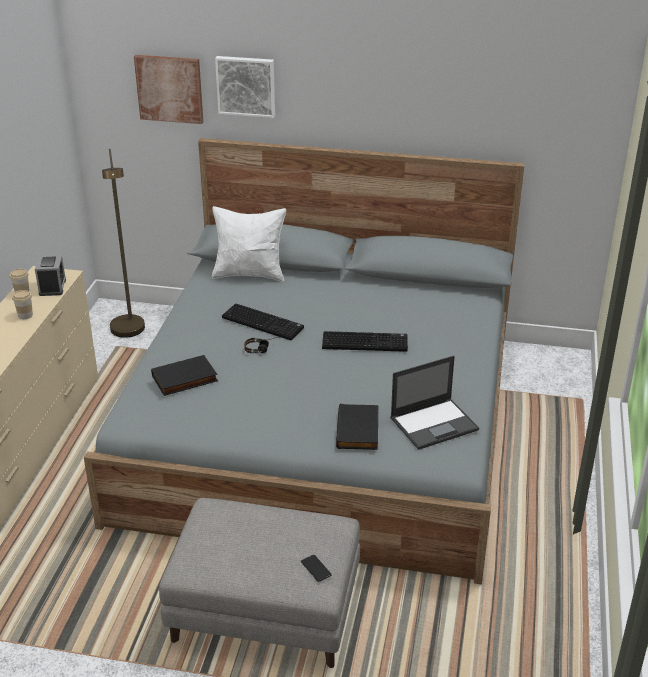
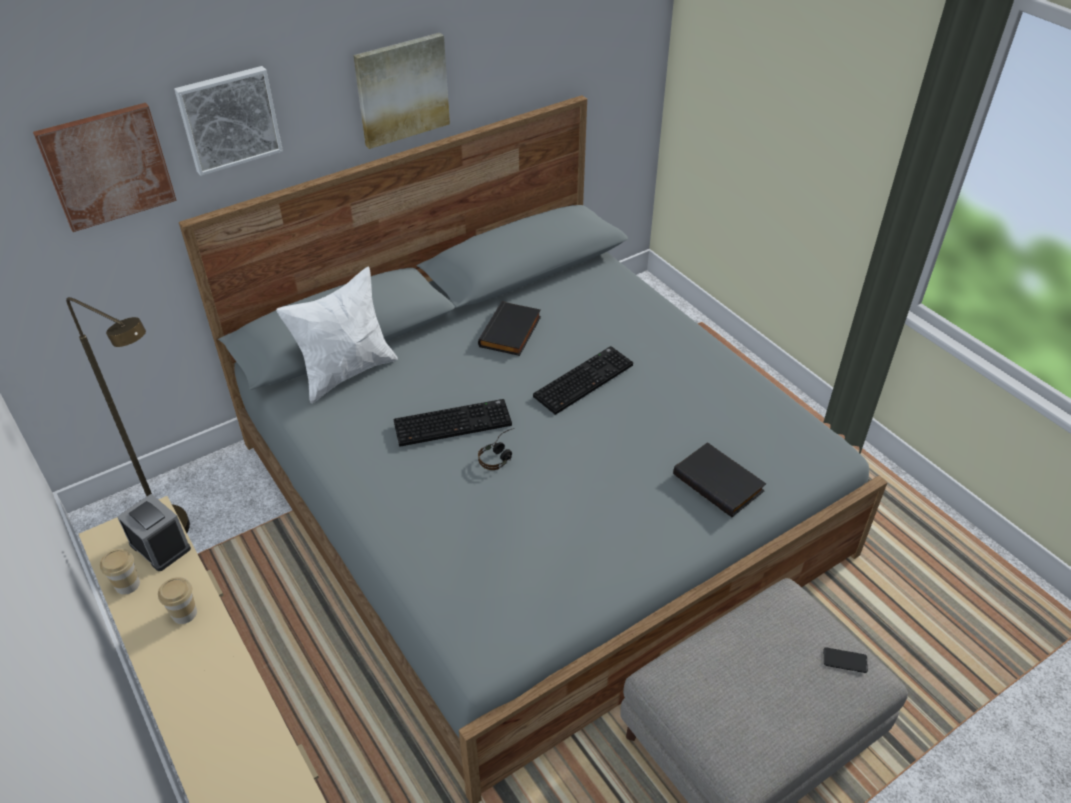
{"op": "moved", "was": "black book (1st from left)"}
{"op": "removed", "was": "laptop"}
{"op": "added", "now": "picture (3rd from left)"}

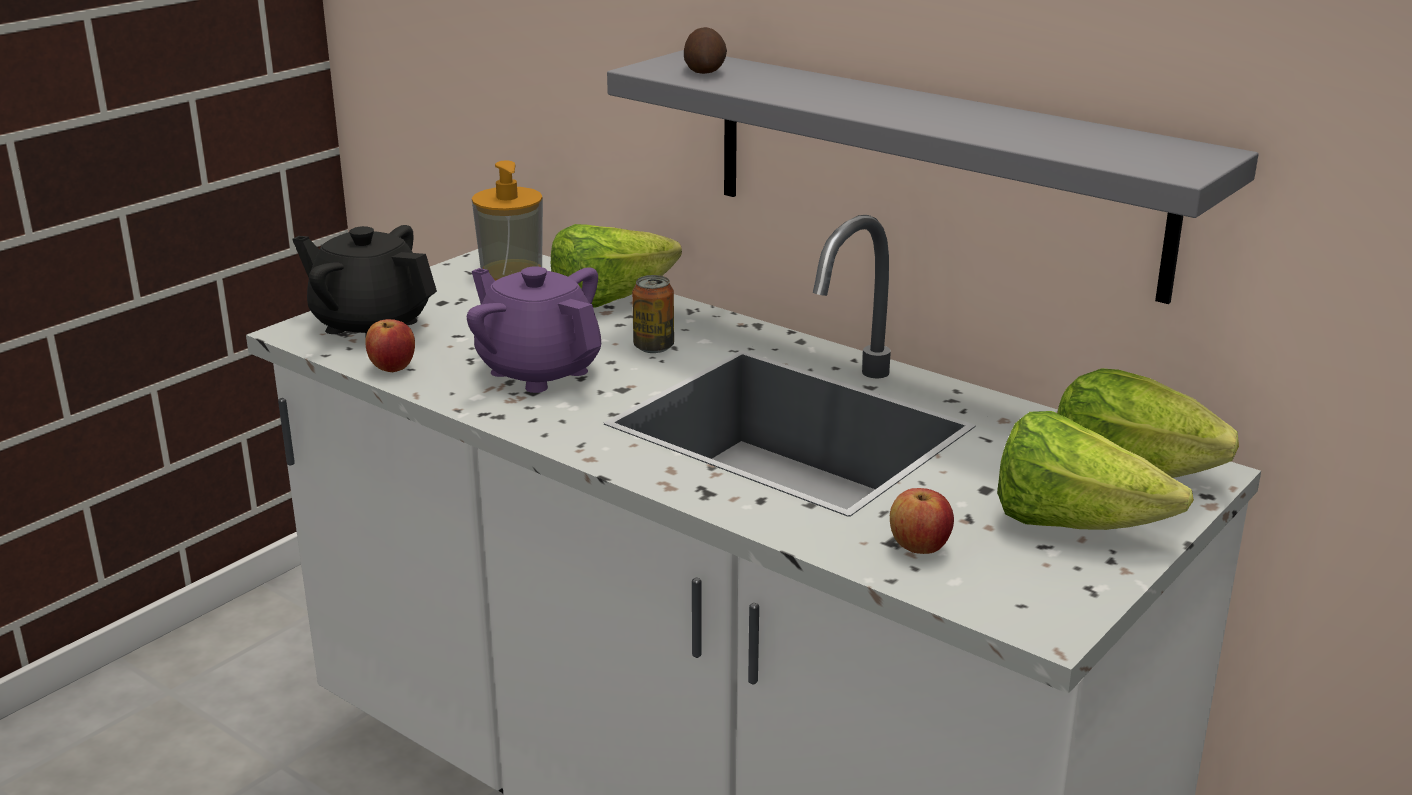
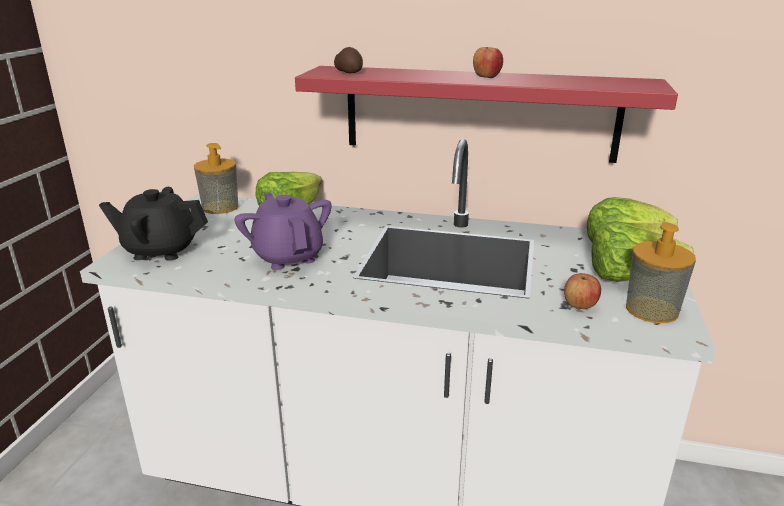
{"op": "moved", "was": "apple (1st from left)"}
{"op": "turned", "was": "purple teapot", "clockwise": 45}
{"op": "recoloured", "was": "grey shelf", "now": "red shelf"}
{"op": "removed", "was": "can"}
{"op": "added", "now": "soap dispenser (2nd from left)"}

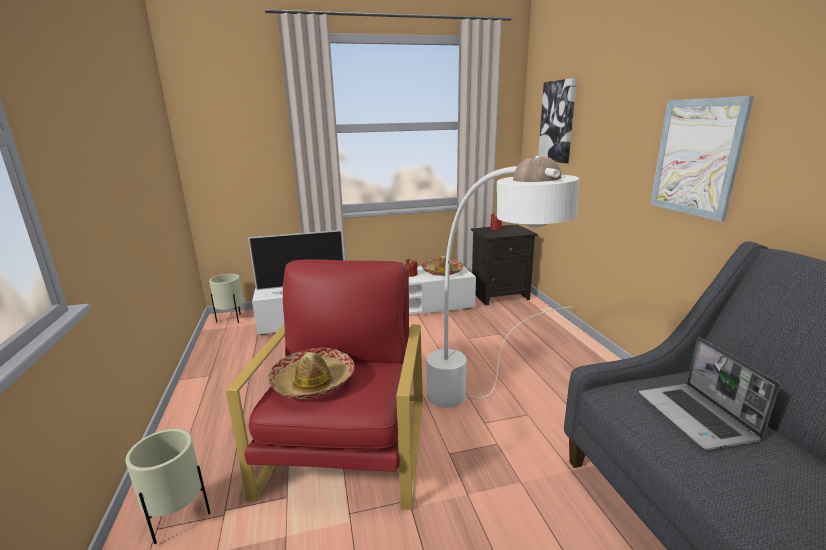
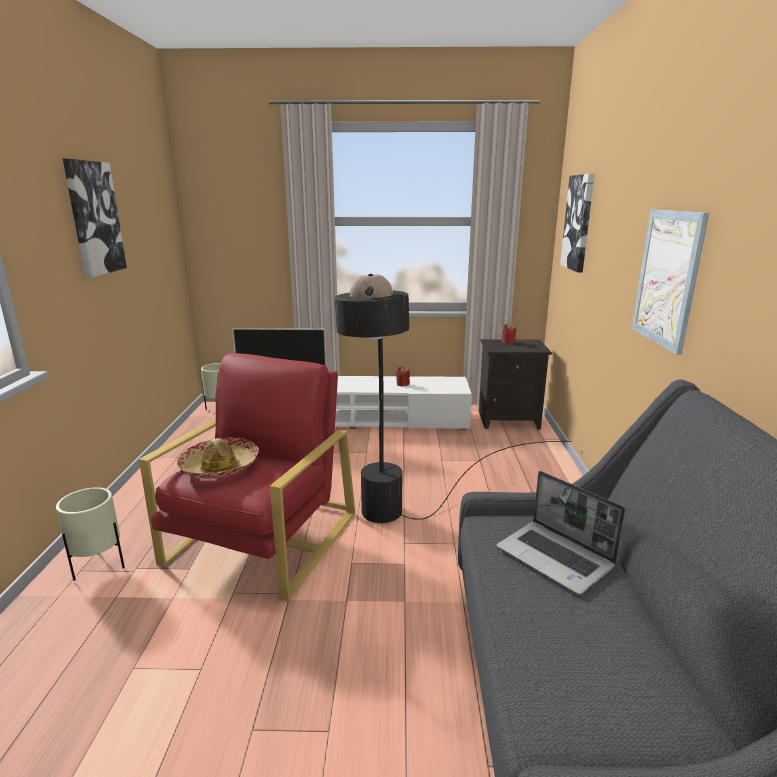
{"op": "removed", "was": "hat (2nd from left)"}
{"op": "recoloured", "was": "white floor lamp", "now": "black floor lamp"}
{"op": "turned", "was": "laptop", "clockwise": -45}
{"op": "added", "now": "picture (1st from left)"}

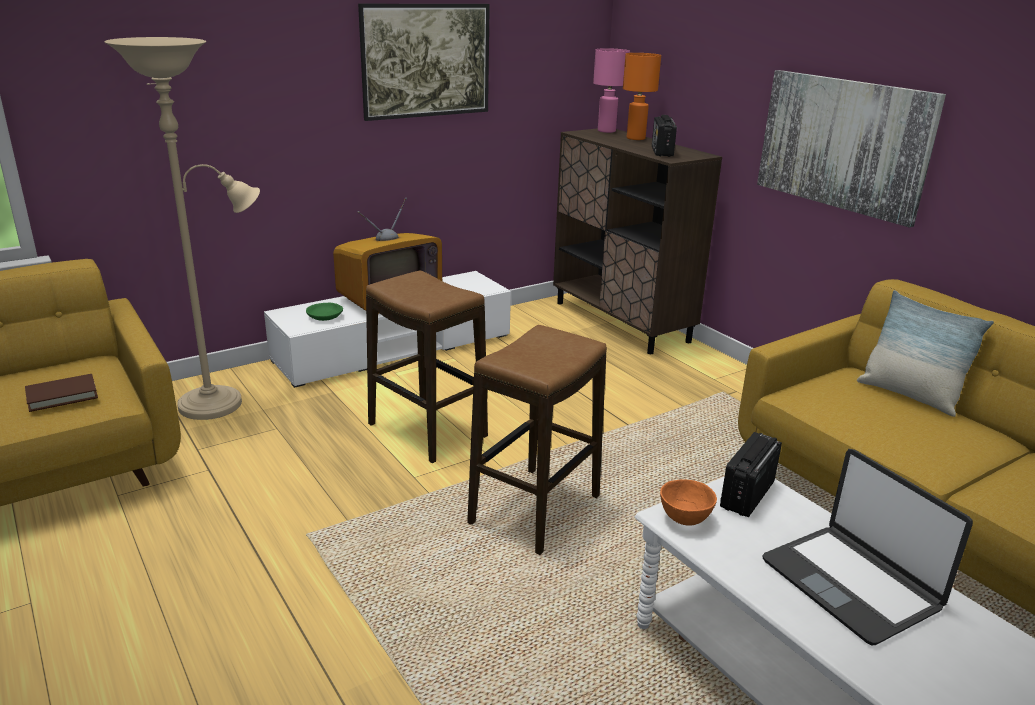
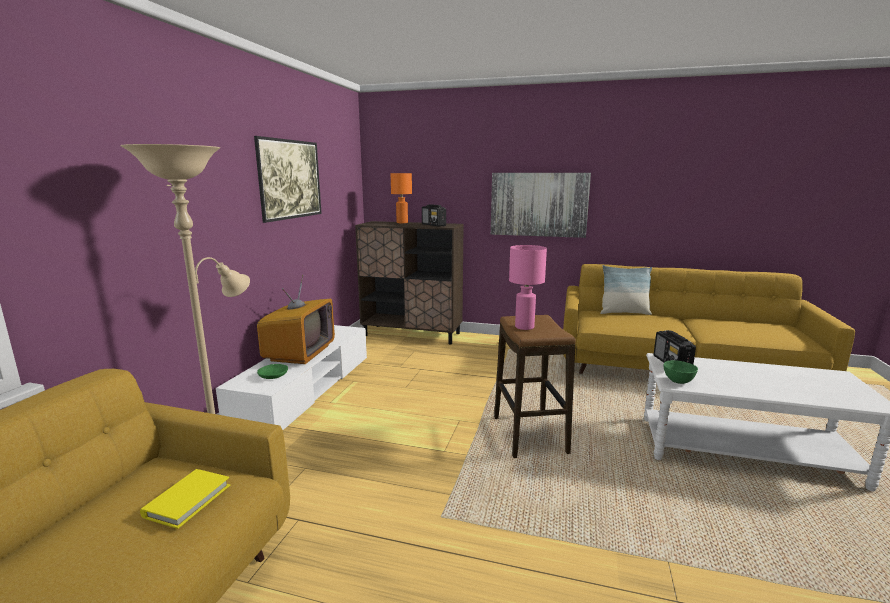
{"op": "recoloured", "was": "brown book", "now": "yellow book"}
{"op": "removed", "was": "stool (1st from left)"}
{"op": "moved", "was": "pink table lamp"}
{"op": "recoloured", "was": "orange bowl", "now": "green bowl (2nd from left)"}
{"op": "removed", "was": "laptop"}

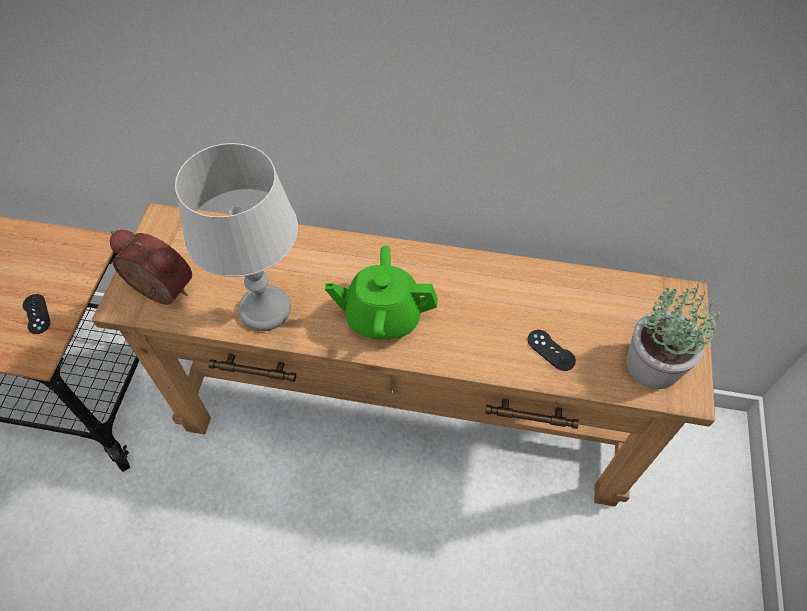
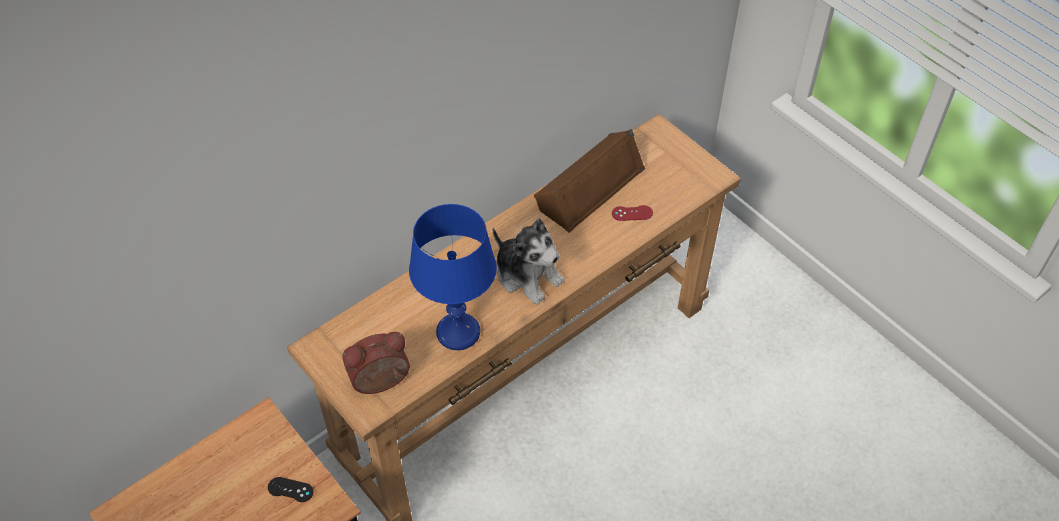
{"op": "recoloured", "was": "grey table lamp", "now": "blue table lamp"}
{"op": "replaced", "was": "green teapot", "now": "plush toy"}
{"op": "recoloured", "was": "black game controller (2nd from left)", "now": "red game controller"}
{"op": "removed", "was": "potted plant"}
{"op": "added", "now": "brown speaker"}

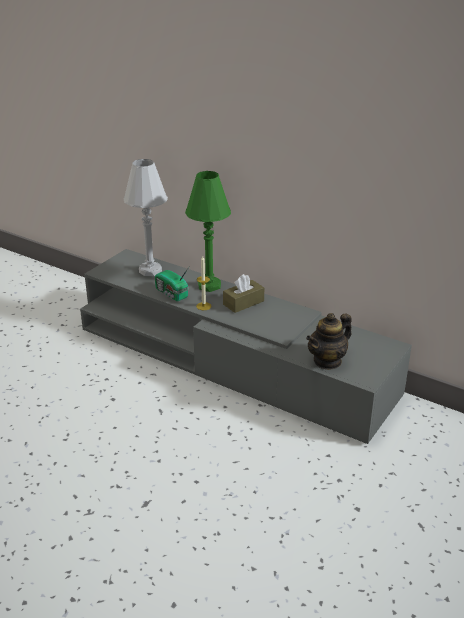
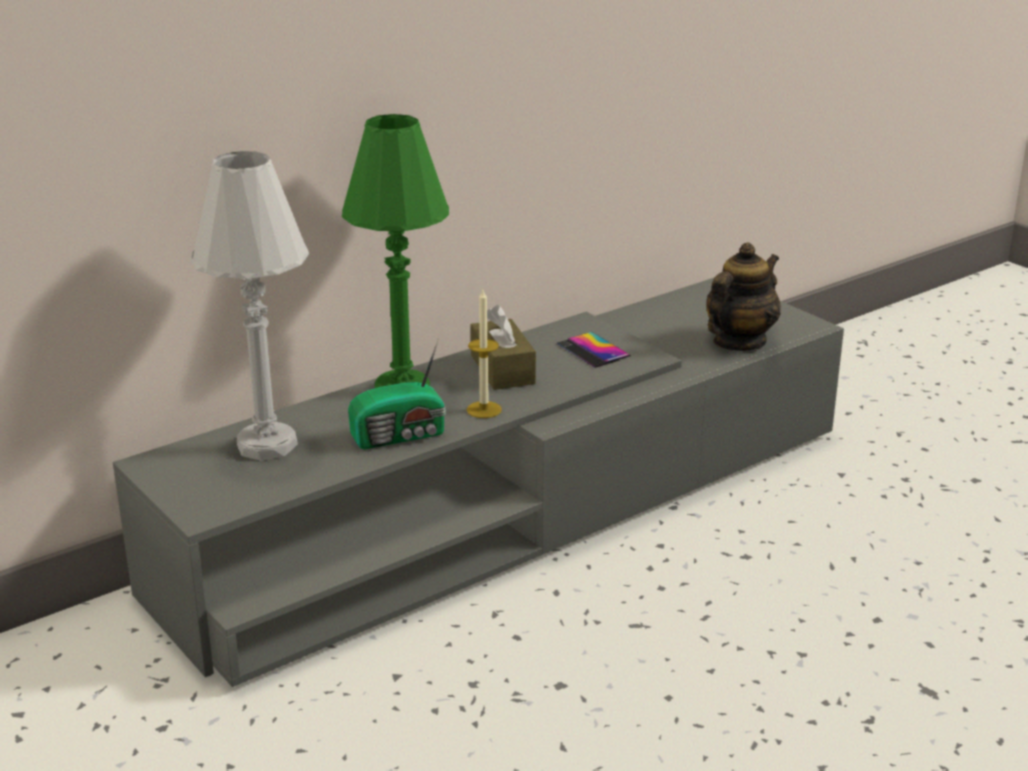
{"op": "turned", "was": "teapot", "clockwise": -120}
{"op": "added", "now": "phone"}

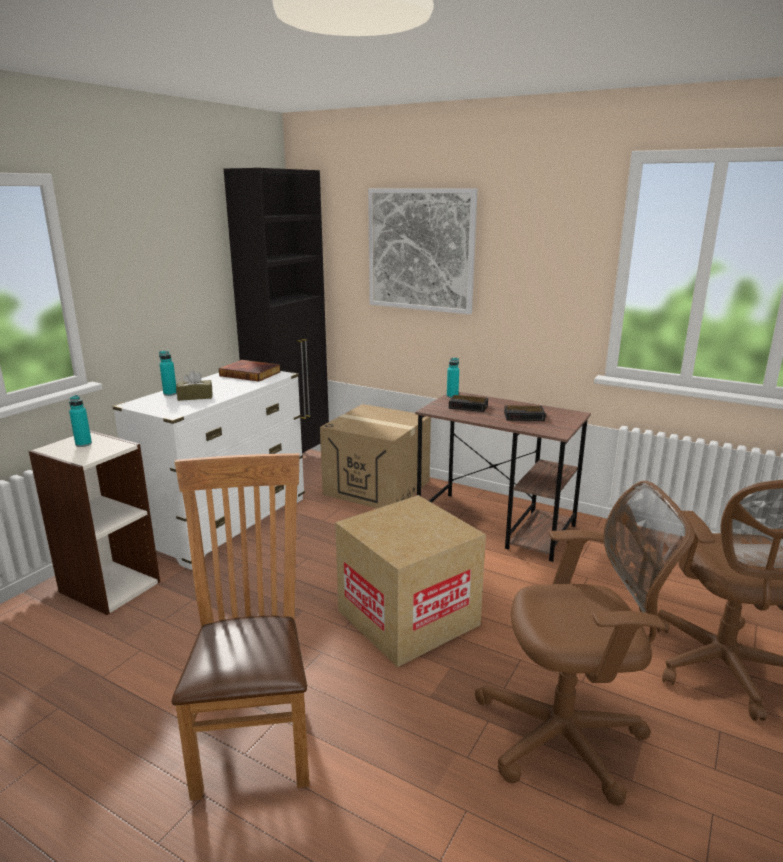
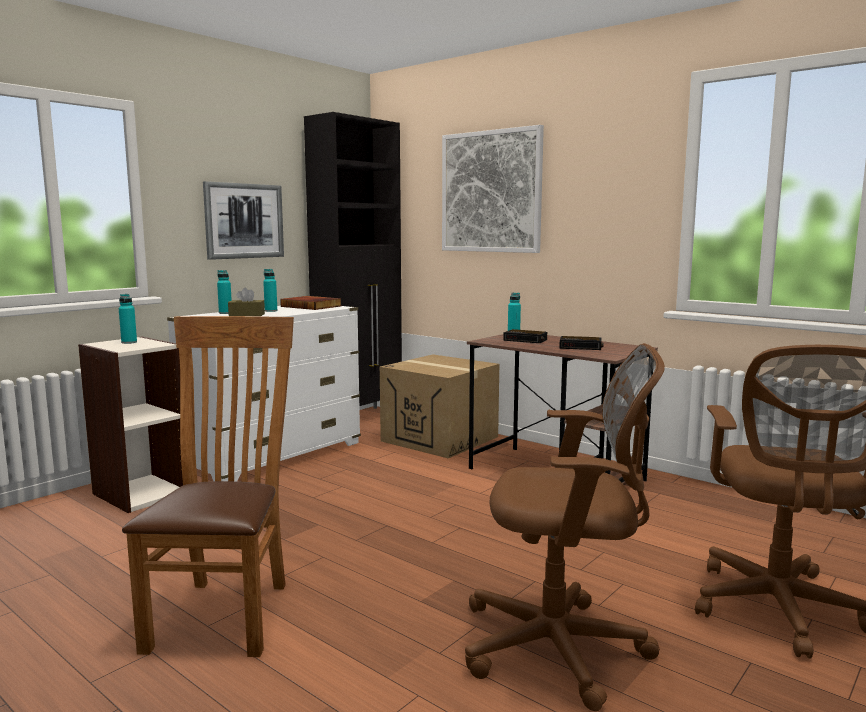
{"op": "removed", "was": "cardboard box (2nd from left)"}
{"op": "added", "now": "picture (1st from left)"}
{"op": "added", "now": "turquoise bottle (3rd from left)"}

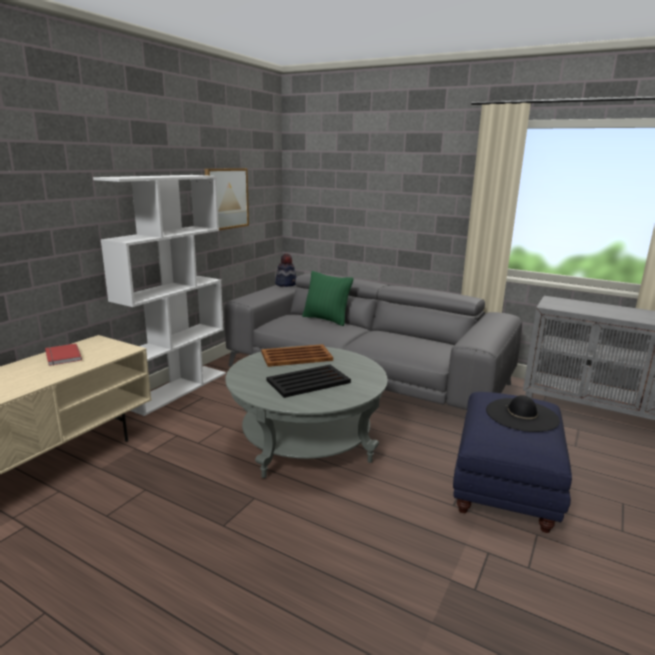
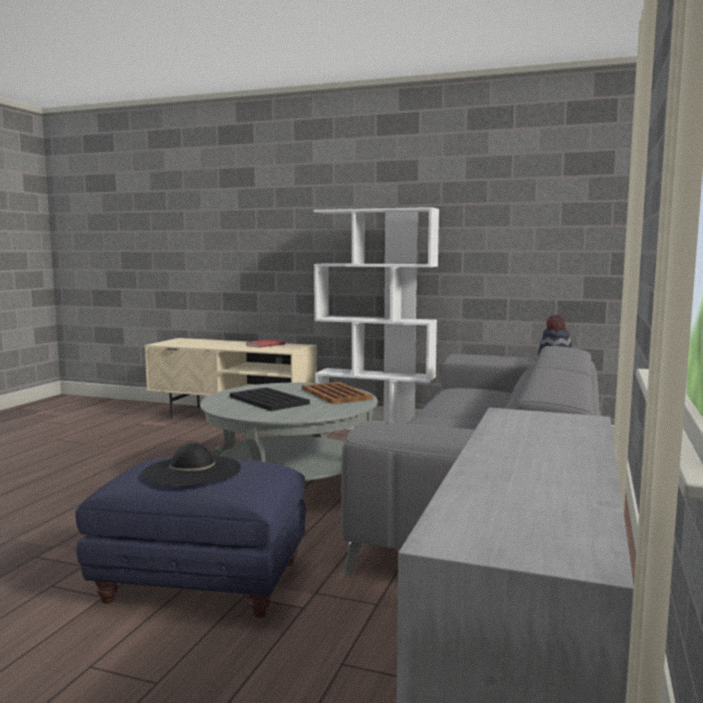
{"op": "removed", "was": "picture"}
{"op": "removed", "was": "green pillow"}

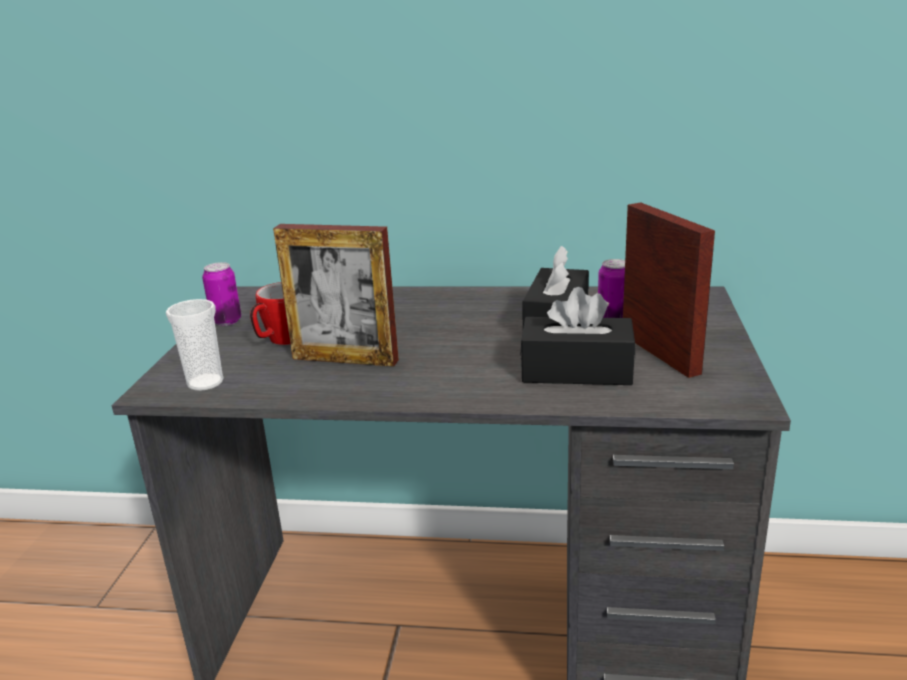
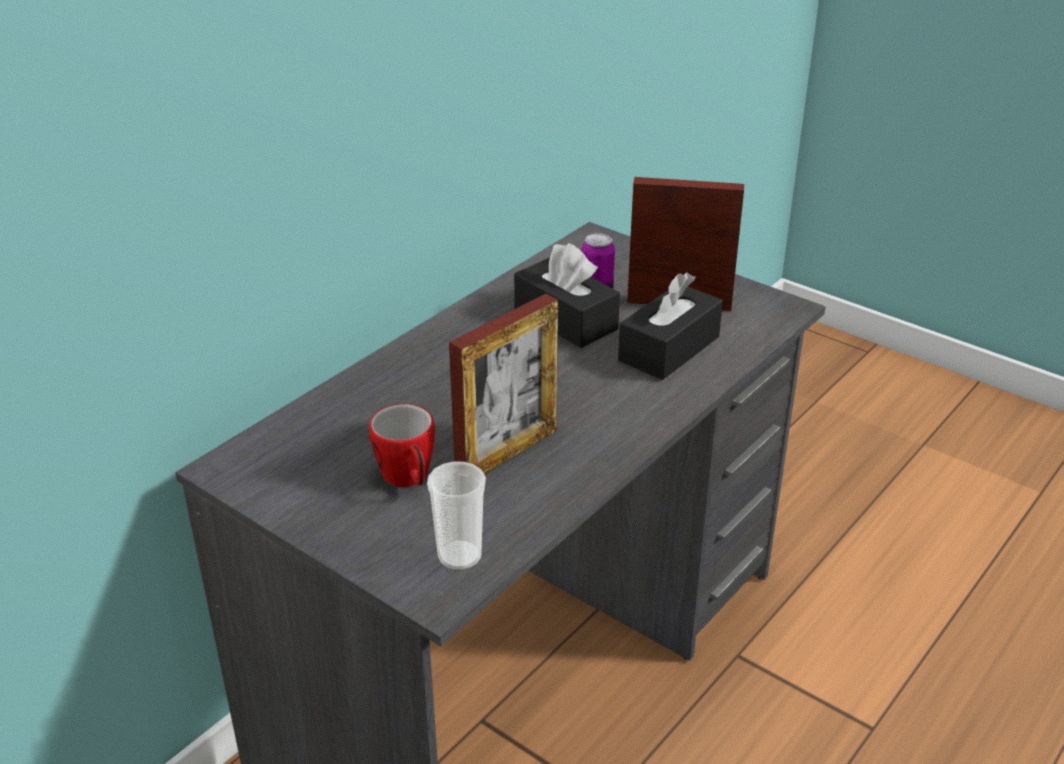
{"op": "removed", "was": "can (1st from left)"}

